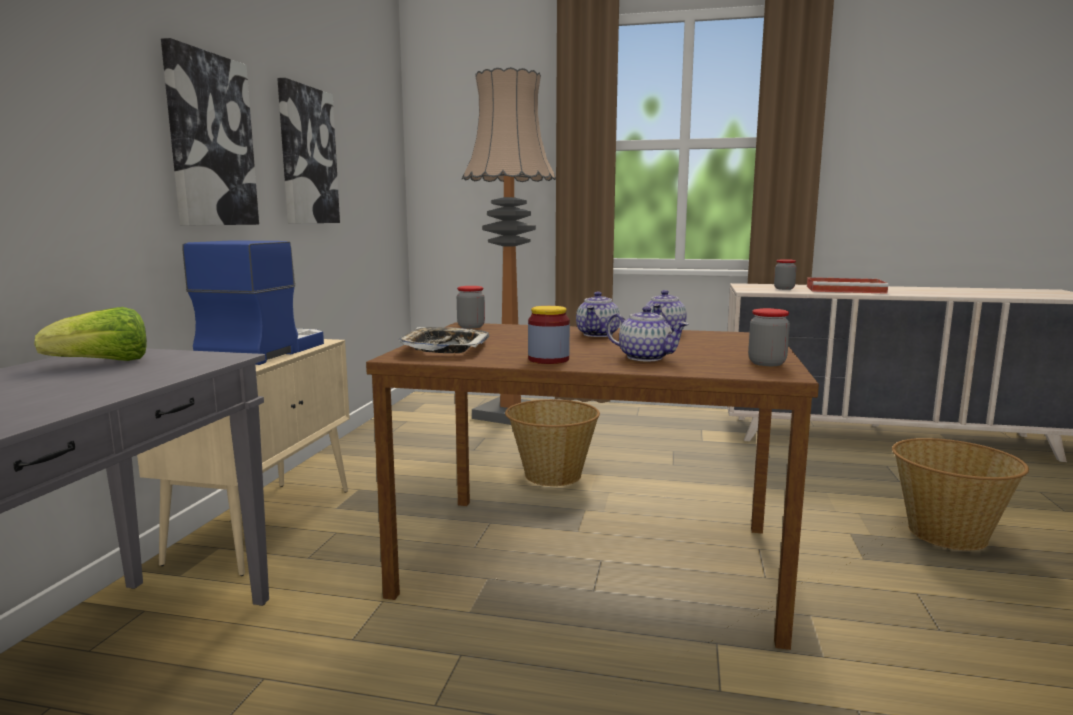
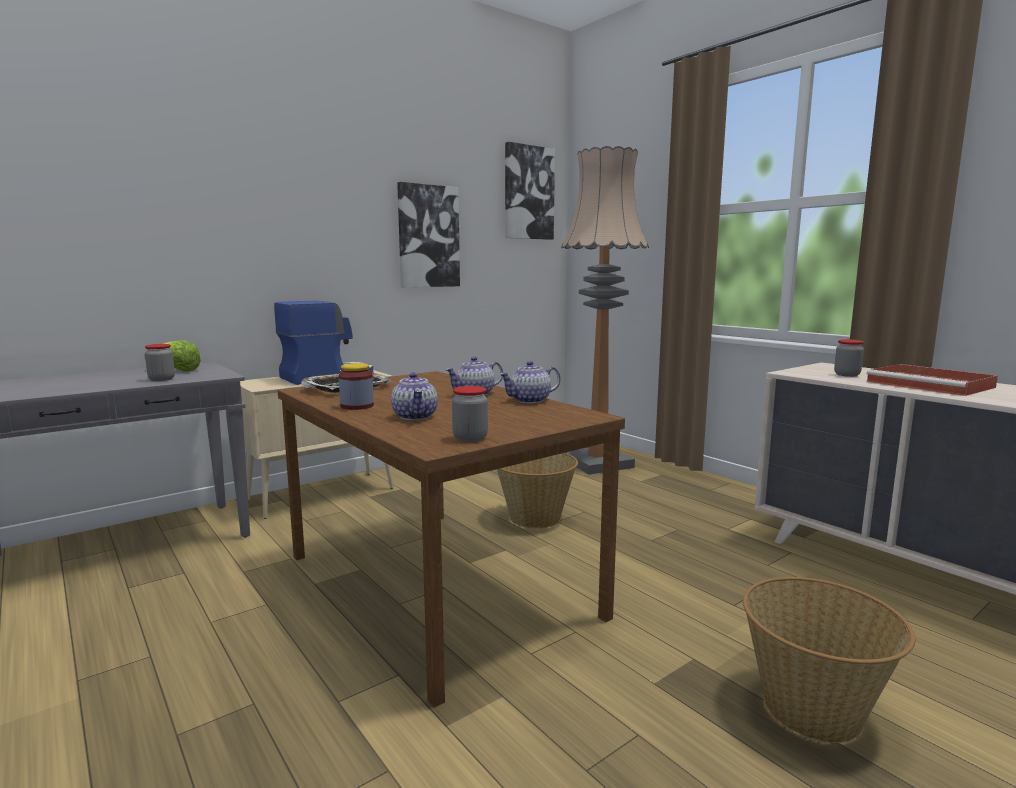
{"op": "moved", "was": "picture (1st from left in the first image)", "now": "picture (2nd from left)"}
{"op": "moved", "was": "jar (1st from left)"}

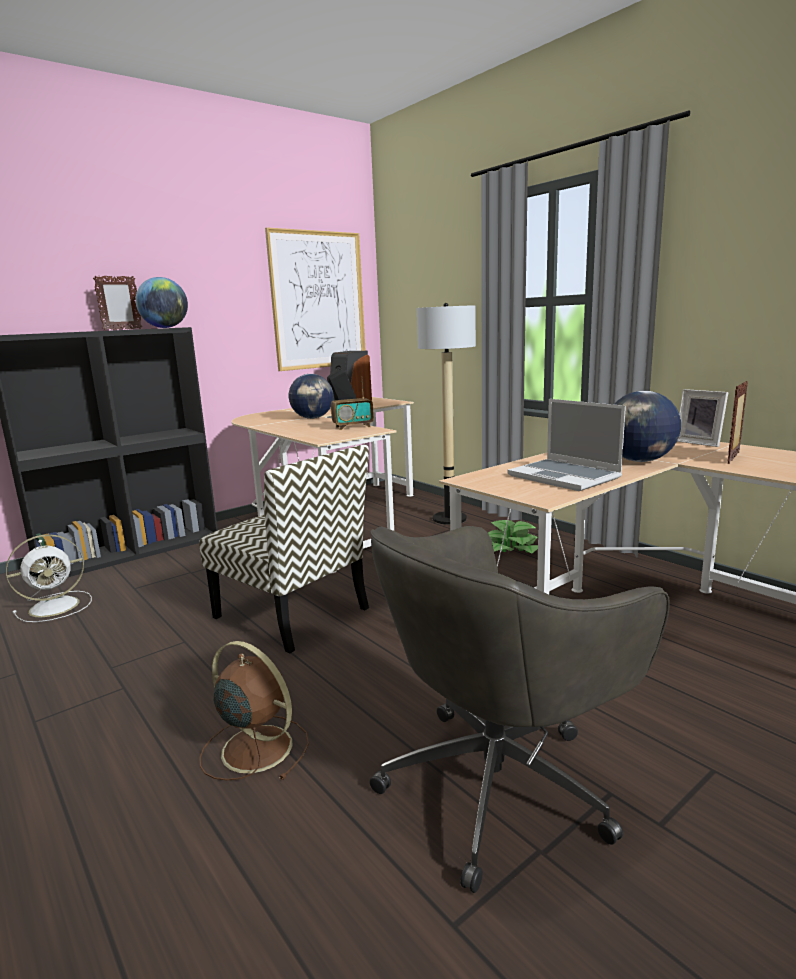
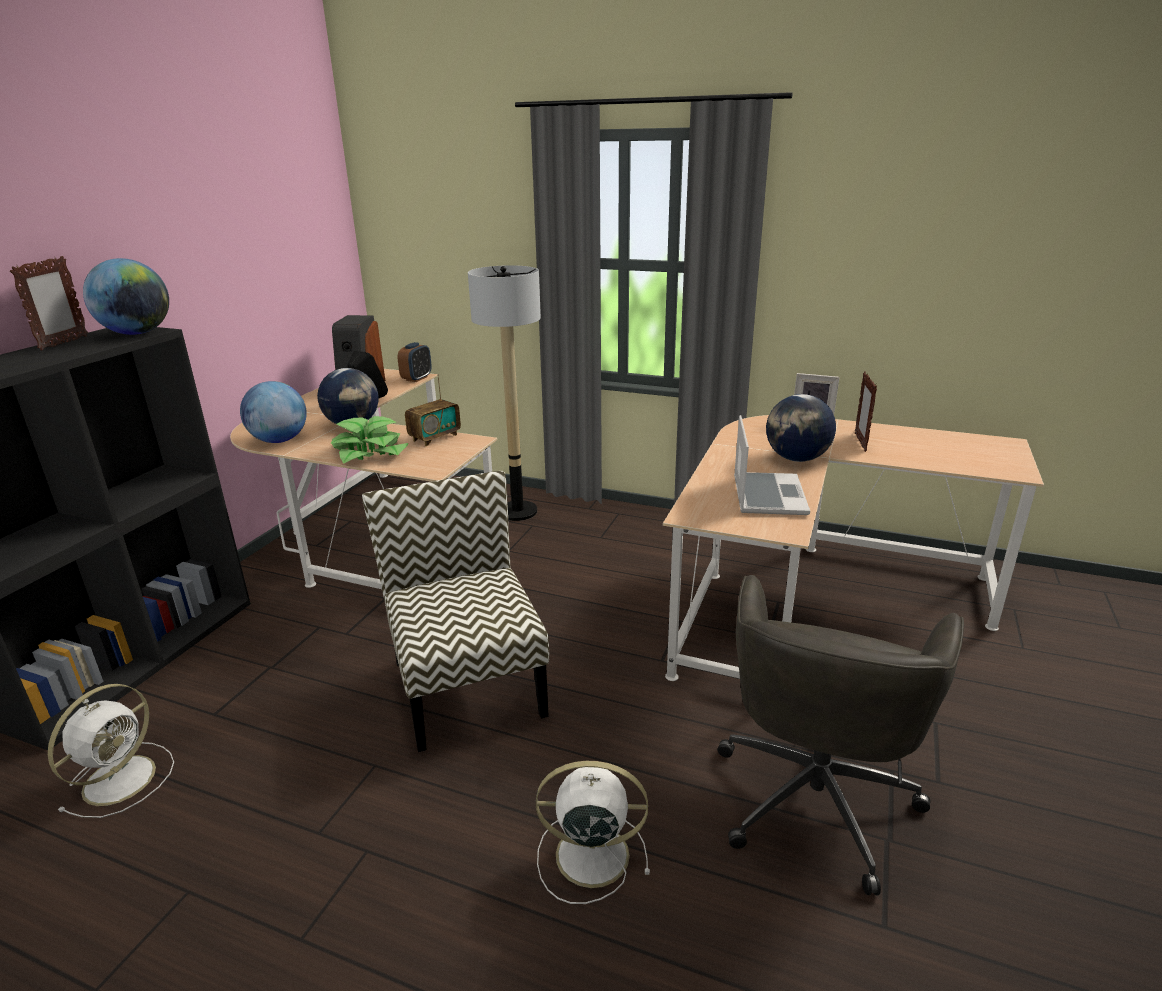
{"op": "turned", "was": "chair", "clockwise": -120}
{"op": "recoloured", "was": "brown fan", "now": "white fan (2nd from left)"}
{"op": "removed", "was": "picture"}
{"op": "moved", "was": "potted plant"}
{"op": "turned", "was": "laptop", "clockwise": -105}
{"op": "added", "now": "globe (2nd from left)"}
{"op": "added", "now": "alarm clock"}

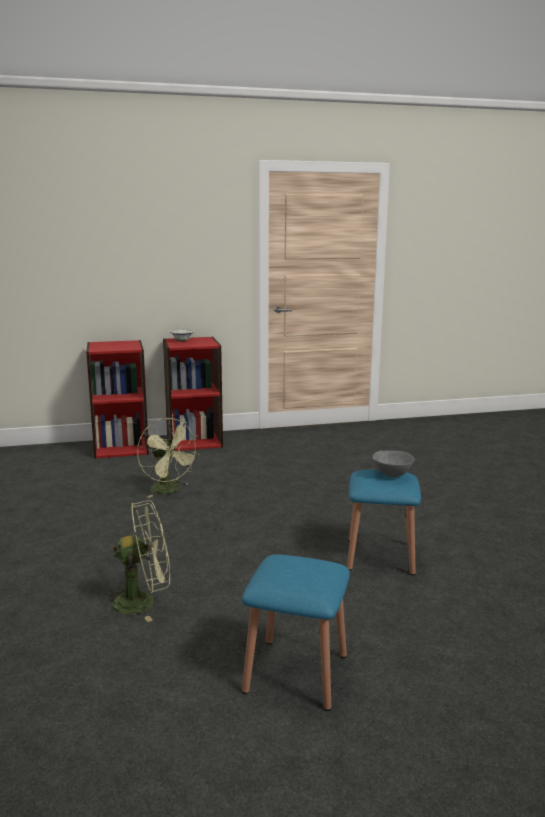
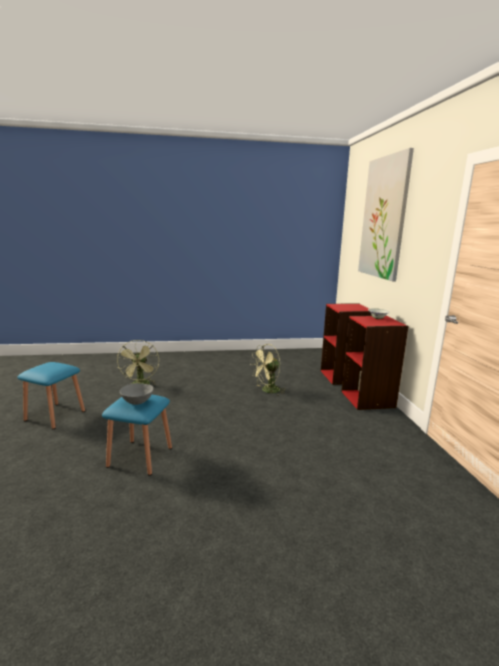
{"op": "added", "now": "picture"}

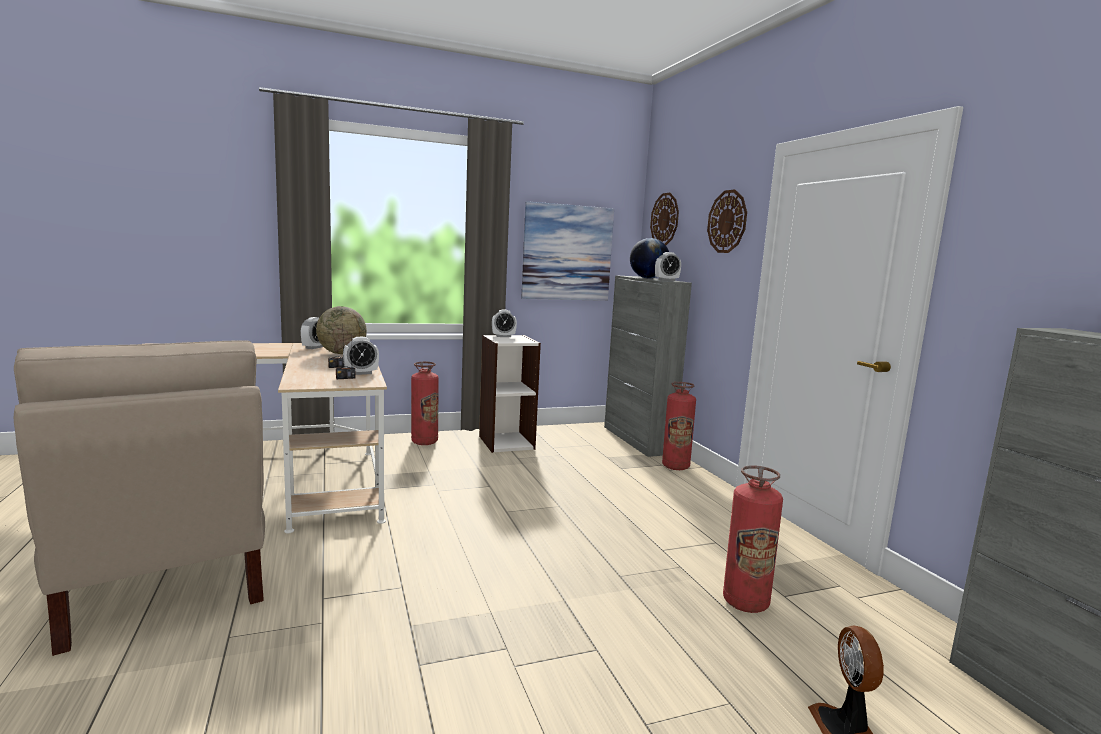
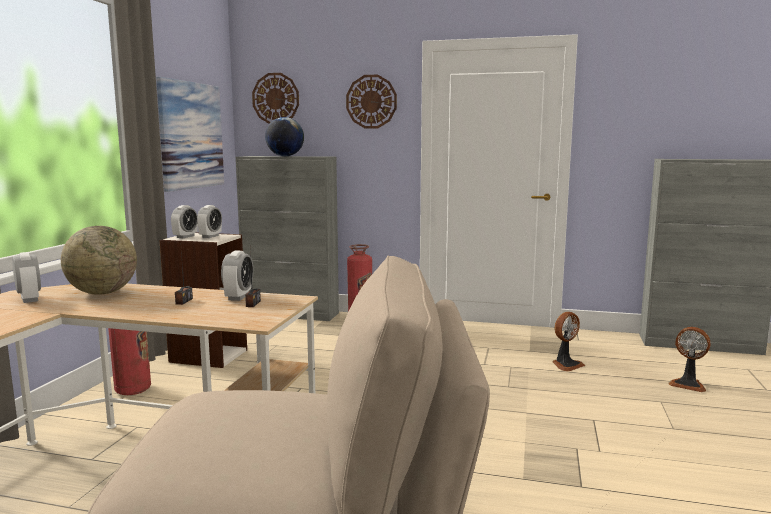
{"op": "moved", "was": "alarm clock (4th from left in the first image)", "now": "alarm clock (3rd from left)"}
{"op": "replaced", "was": "fire extinguisher (3rd from left)", "now": "fan (1st from left)"}

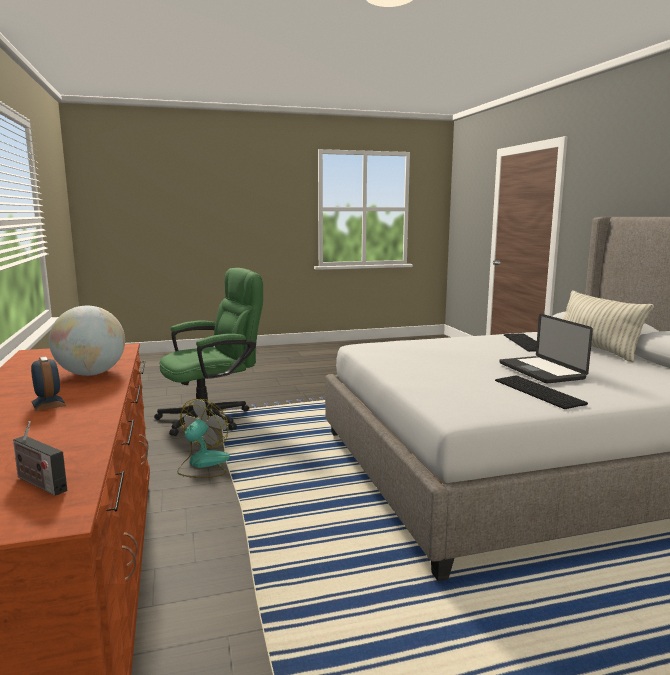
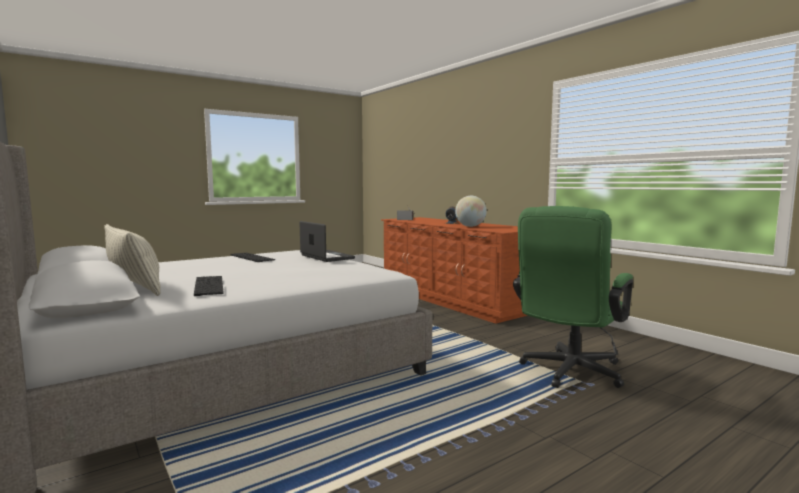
{"op": "removed", "was": "fan"}
{"op": "moved", "was": "laptop"}

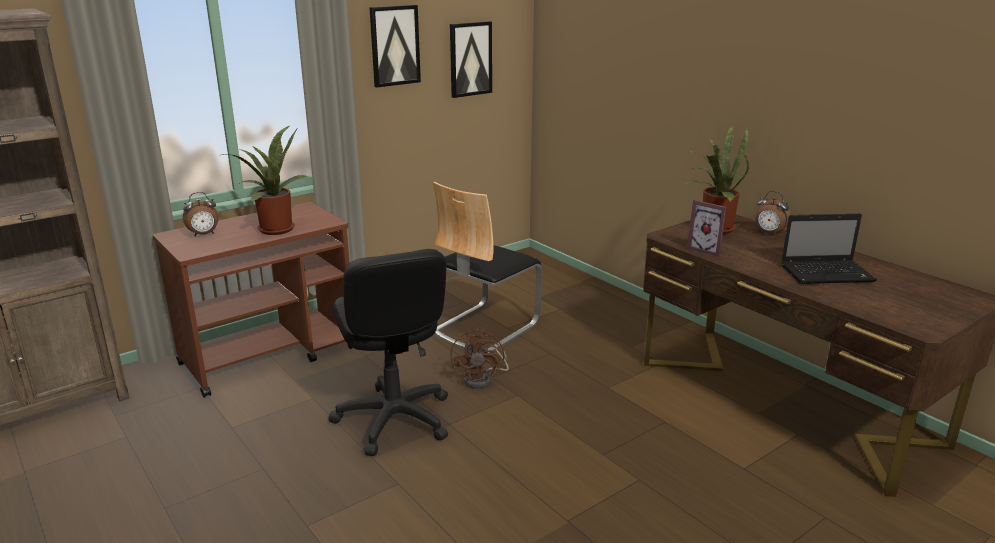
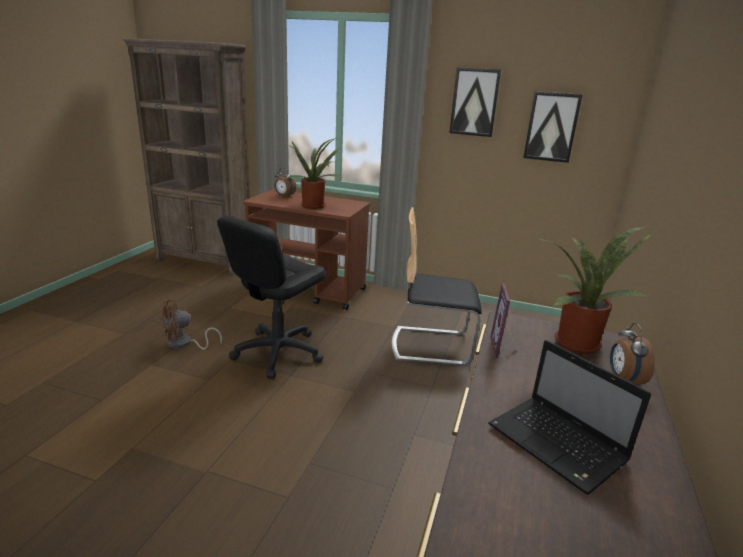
{"op": "moved", "was": "brown fan"}

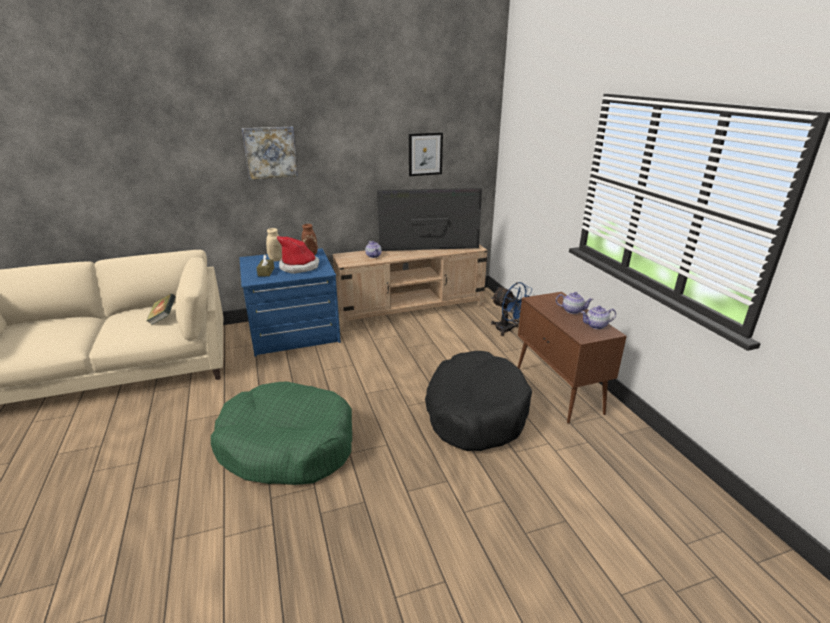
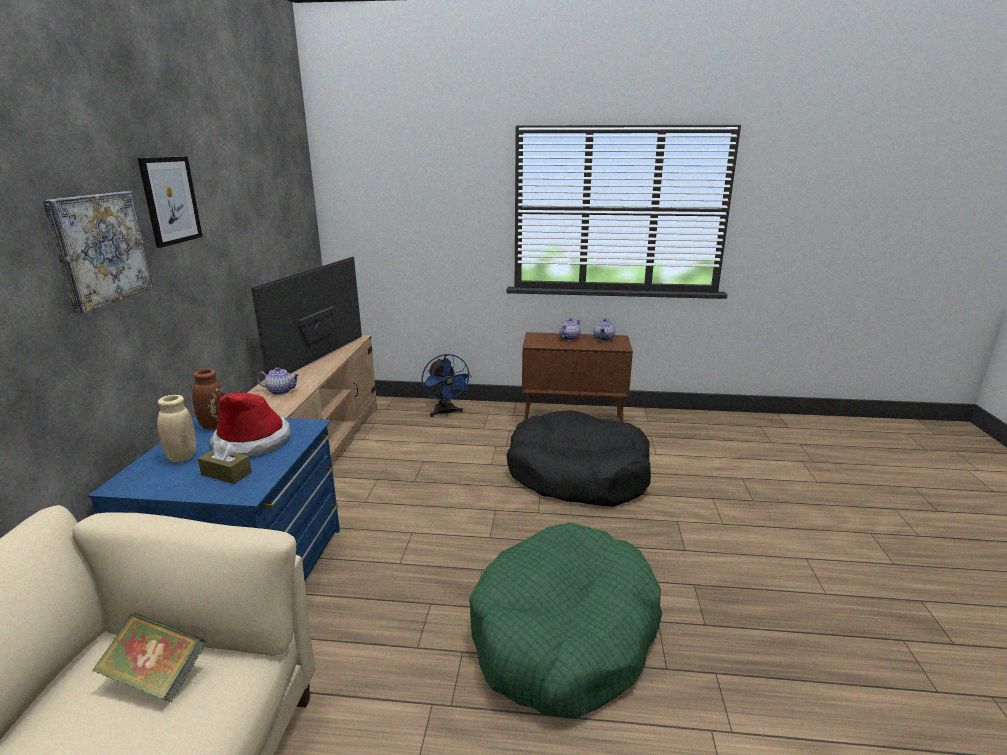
{"op": "moved", "was": "picture (2nd from left)"}
{"op": "turned", "was": "blue fan", "clockwise": 90}

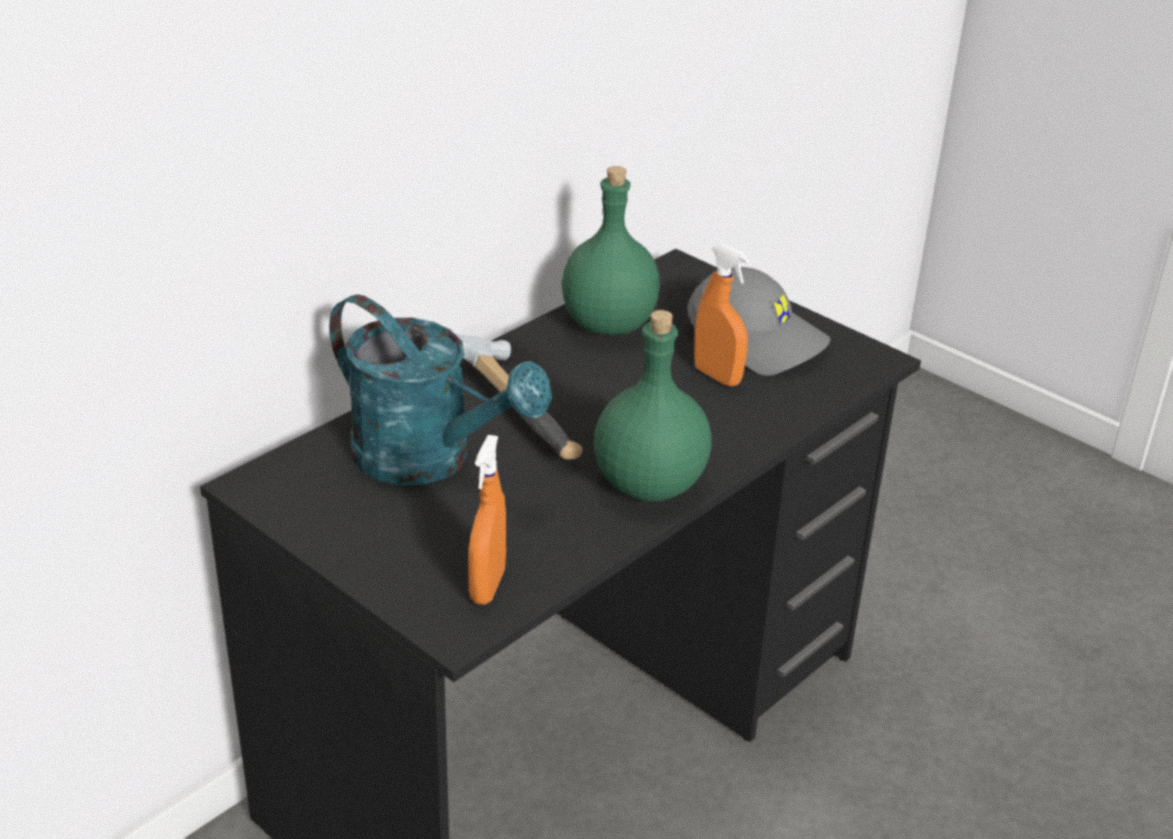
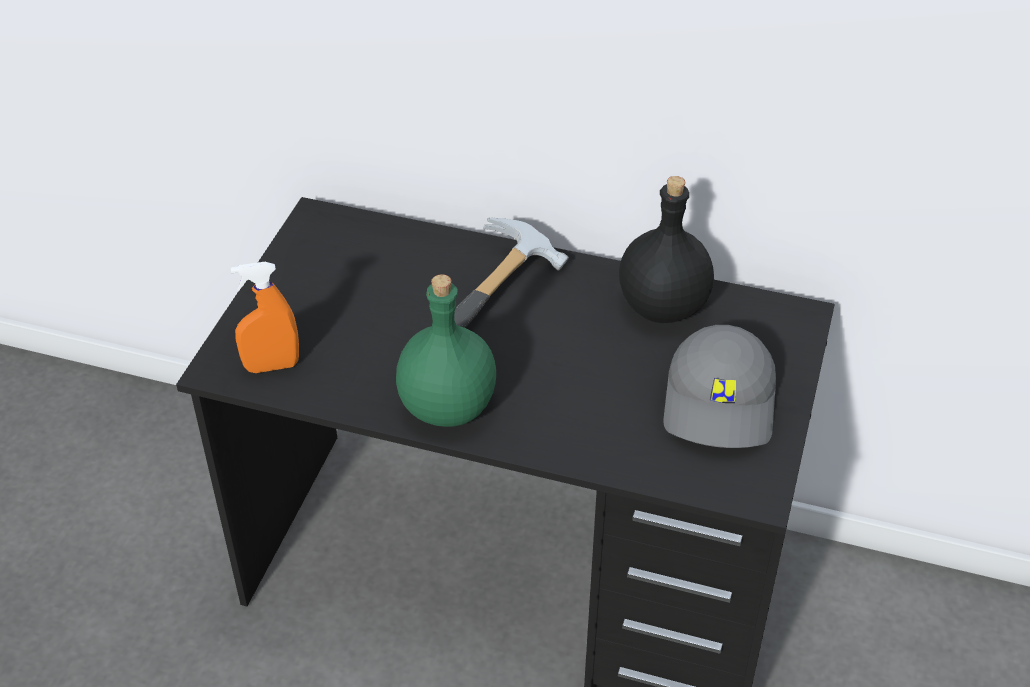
{"op": "removed", "was": "turquoise watering can"}
{"op": "recoloured", "was": "green bottle (1st from left)", "now": "black bottle"}
{"op": "removed", "was": "orange spray bottle (2nd from left)"}

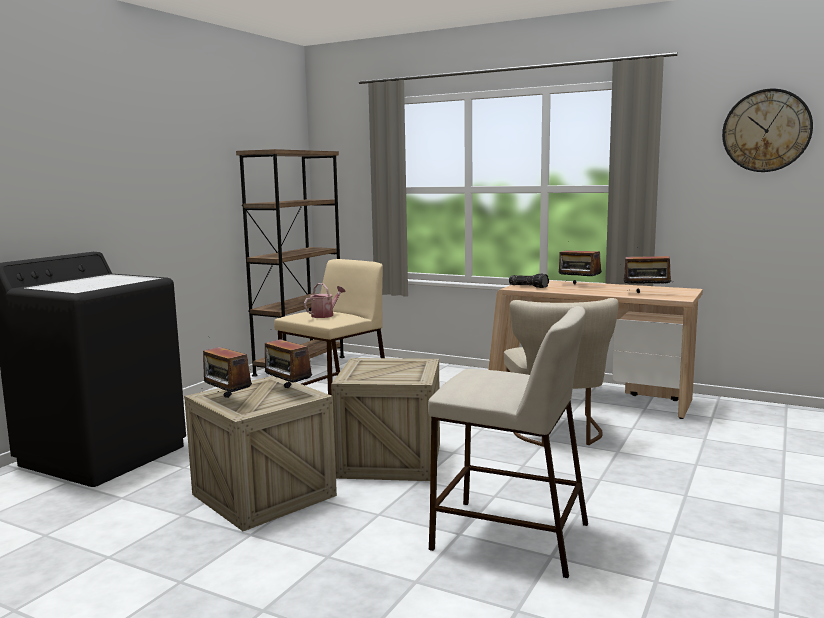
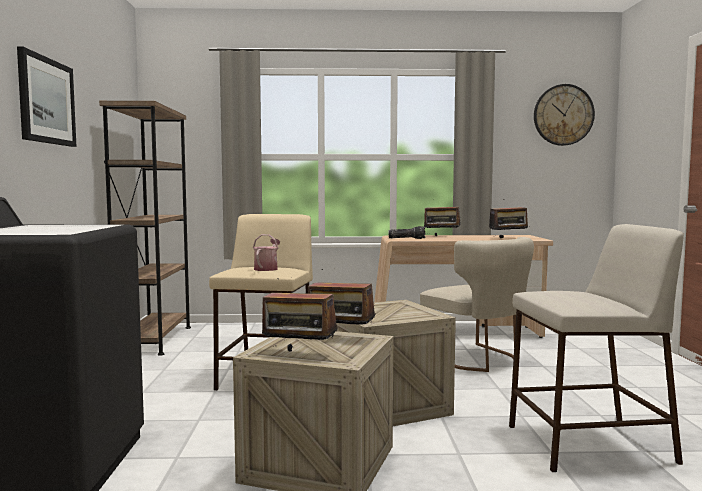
{"op": "added", "now": "picture"}

